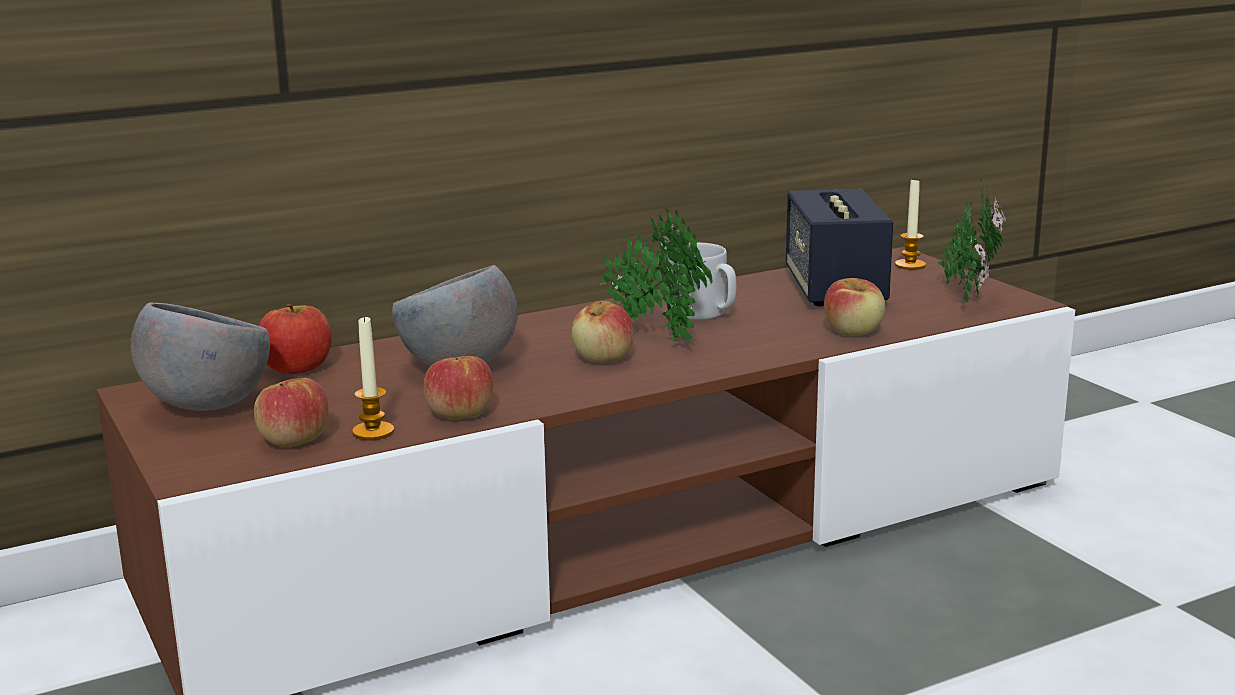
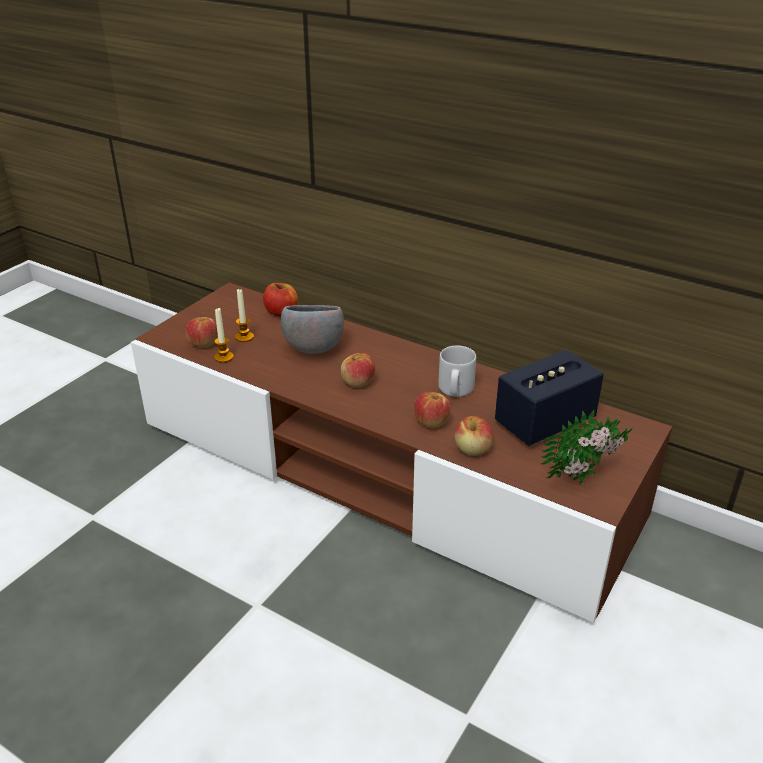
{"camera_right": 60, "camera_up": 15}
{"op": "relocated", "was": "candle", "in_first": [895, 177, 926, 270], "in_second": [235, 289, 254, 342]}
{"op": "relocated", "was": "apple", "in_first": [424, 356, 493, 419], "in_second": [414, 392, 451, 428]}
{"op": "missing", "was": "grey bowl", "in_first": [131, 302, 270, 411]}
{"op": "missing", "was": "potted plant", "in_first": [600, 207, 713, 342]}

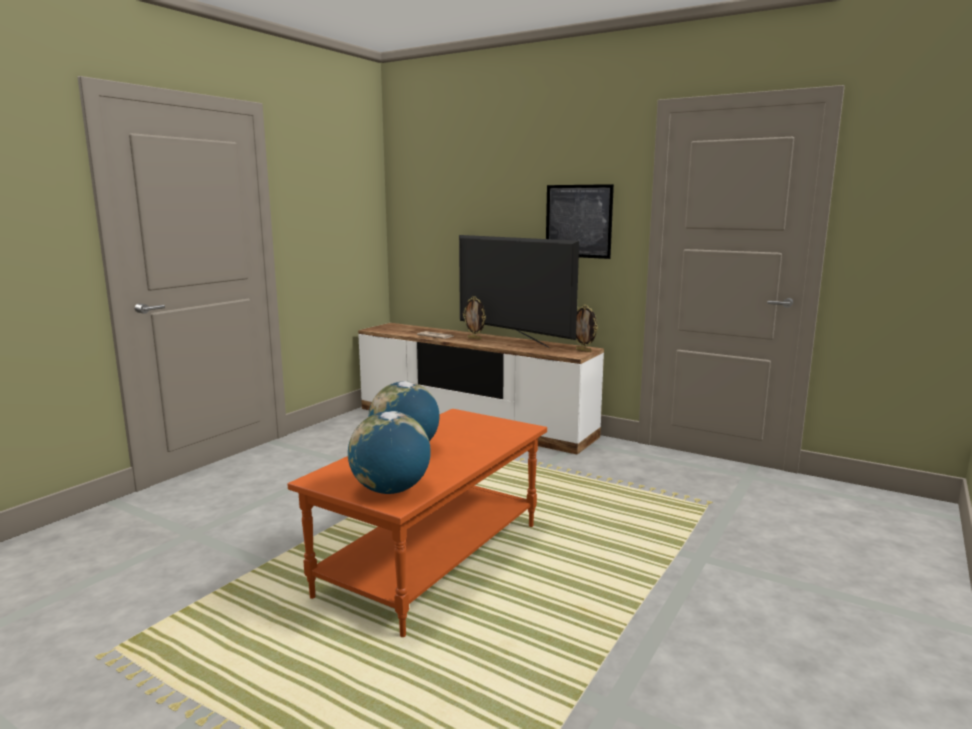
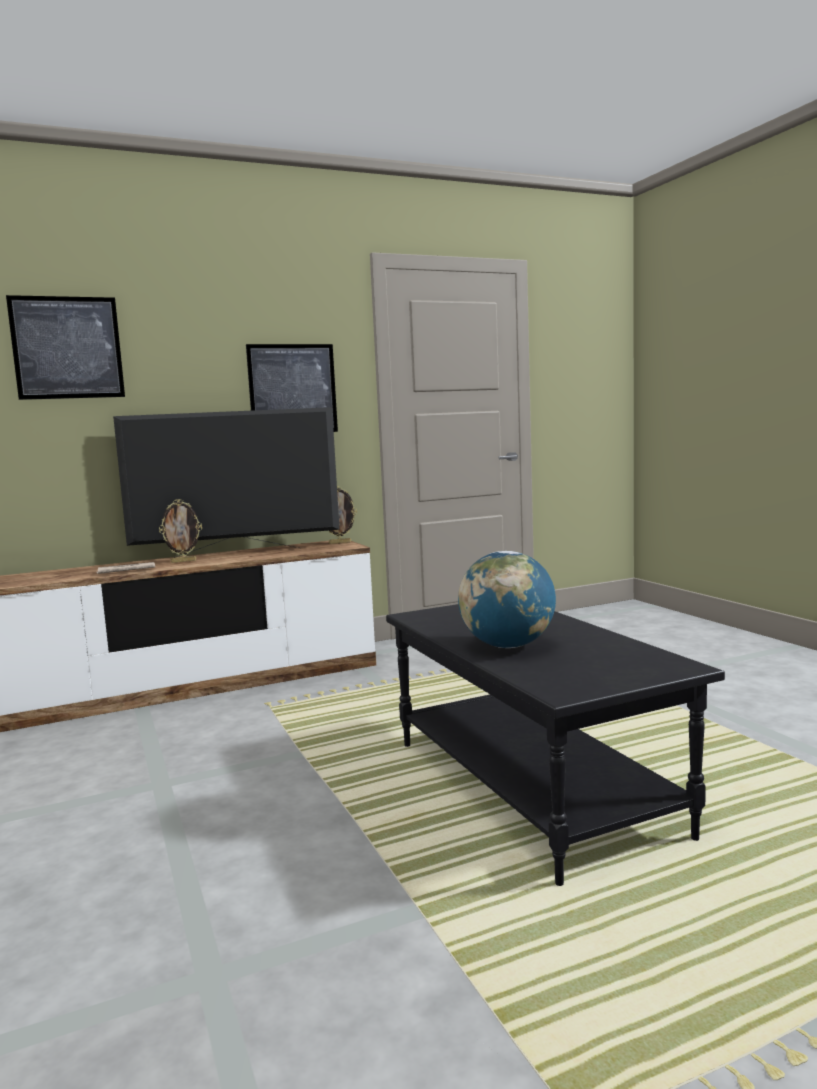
{"camera_right": -55, "camera_up": -5}
{"op": "appeared", "now": "picture", "in_second": [6, 295, 125, 400]}
{"op": "colour", "was": "orange coffee table", "now": "black coffee table", "in_first": [287, 409, 547, 637], "in_second": [386, 604, 725, 886]}
{"op": "missing", "was": "globe", "in_first": [348, 411, 431, 494]}

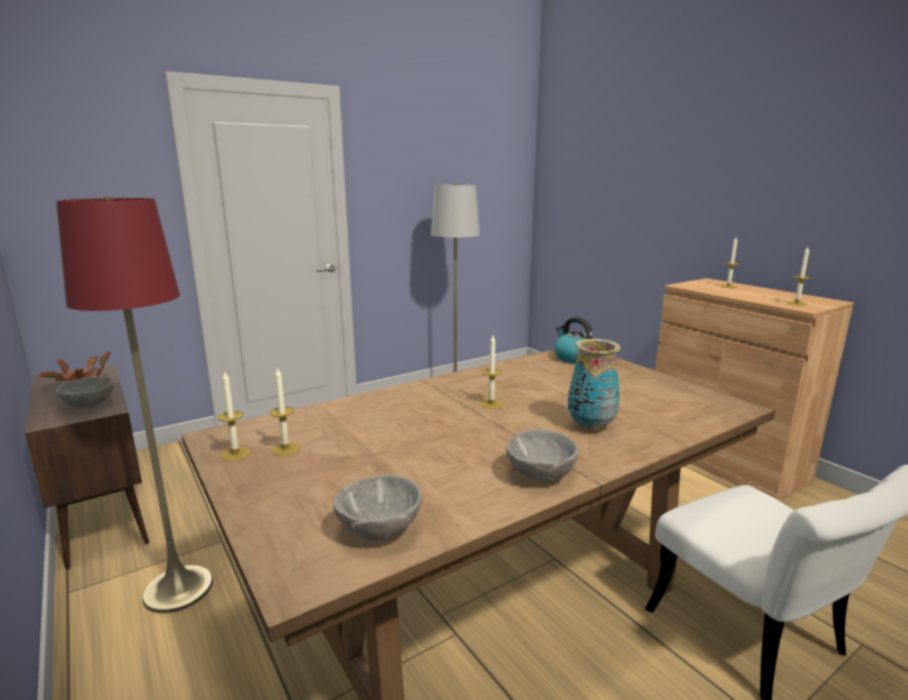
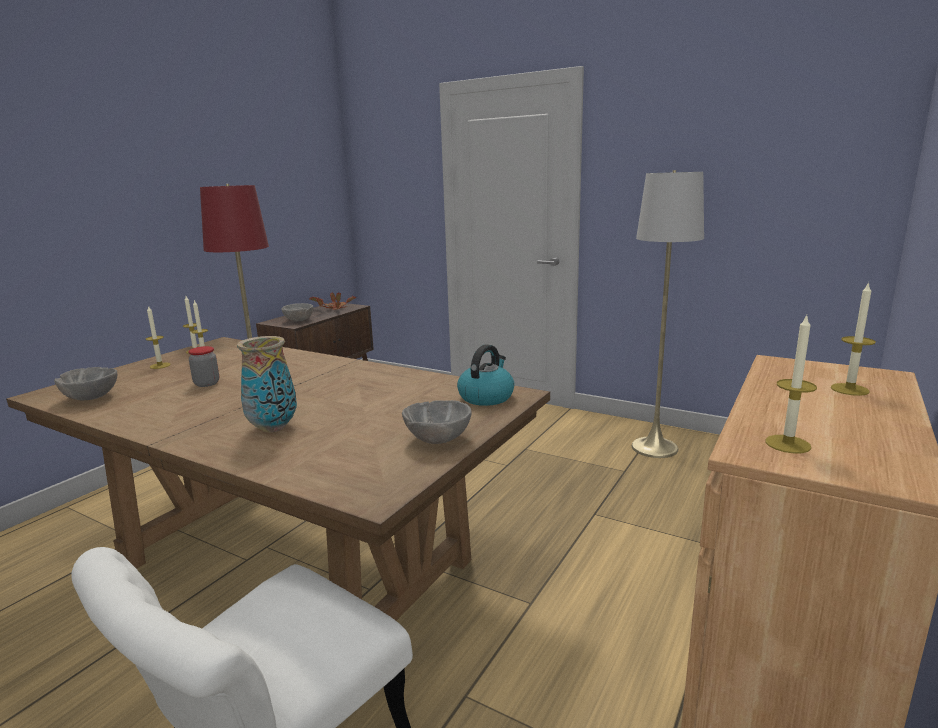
{"camera_right": 65, "camera_up": 0}
{"op": "relocated", "was": "candle", "in_first": [480, 335, 503, 409], "in_second": [146, 305, 171, 369]}
{"op": "appeared", "now": "jar", "in_second": [188, 346, 219, 387]}
{"op": "relocated", "was": "grey bowl", "in_first": [506, 429, 579, 481], "in_second": [402, 400, 472, 444]}

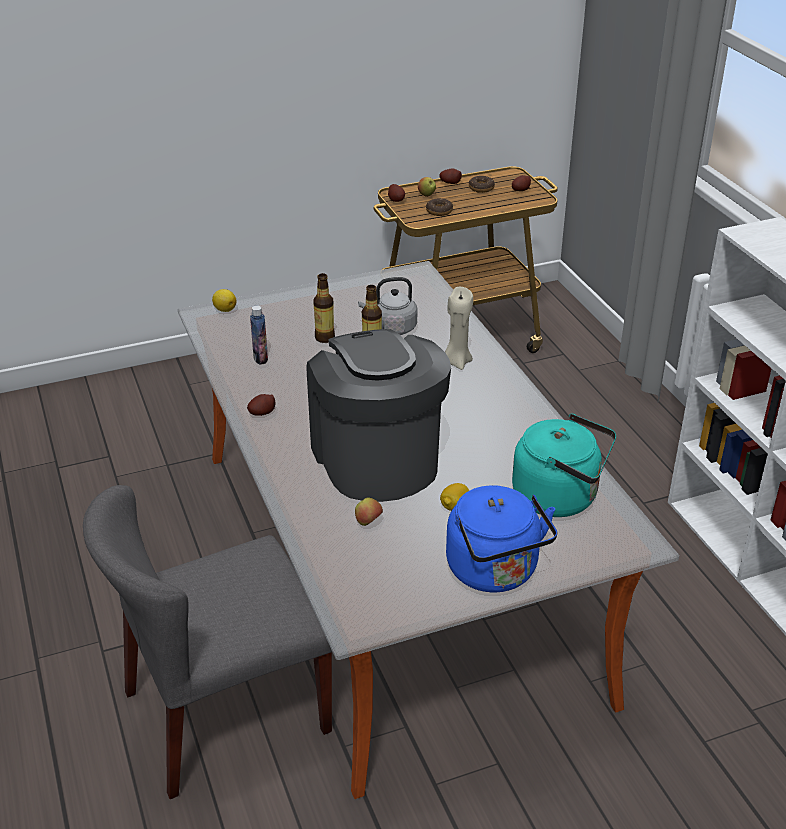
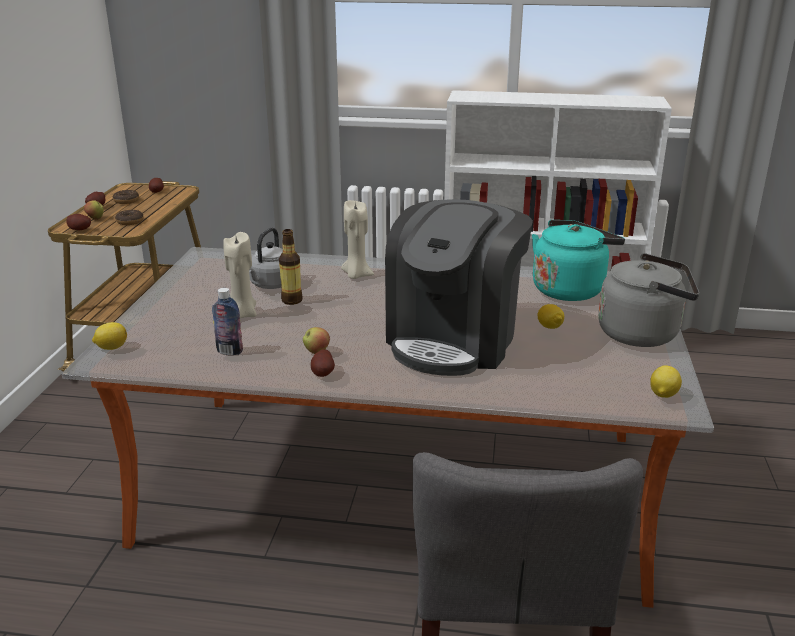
{"camera_right": -60, "camera_up": -10}
{"op": "exchanged", "was": "bottle", "now": "beige candle", "in_first": [313, 273, 335, 343], "in_second": [223, 232, 256, 318]}
{"op": "relocated", "was": "apple", "in_first": [355, 498, 383, 526], "in_second": [303, 327, 330, 354]}
{"op": "spun", "was": "coffee machine", "in_first": [307, 329, 451, 502], "in_second": [385, 199, 533, 376], "clockwise": -75}
{"op": "colour", "was": "blue kettle", "now": "grey kettle", "in_first": [446, 485, 557, 592], "in_second": [598, 253, 699, 347]}
{"op": "appeared", "now": "lemon", "in_second": [650, 365, 682, 398]}

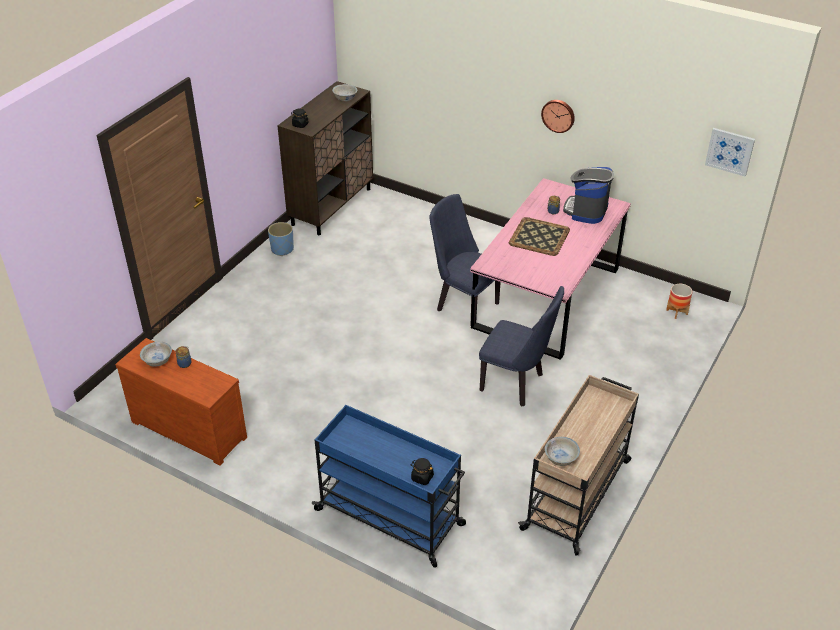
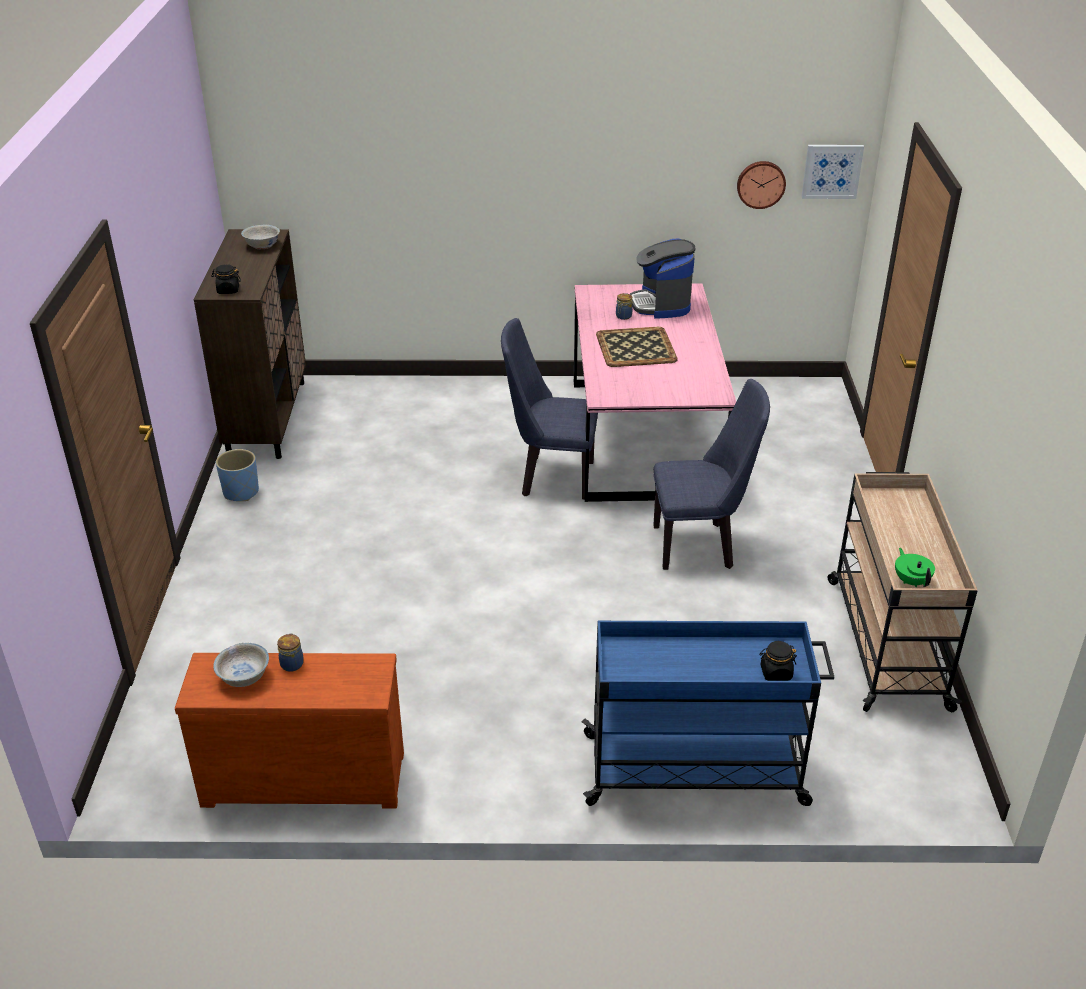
{"camera_right": -30, "camera_up": -5}
{"op": "relocated", "was": "wall clock", "in_first": [541, 100, 575, 133], "in_second": [737, 161, 786, 209]}
{"op": "exchanged", "was": "white bowl", "now": "green teapot", "in_first": [545, 437, 580, 466], "in_second": [895, 548, 935, 587]}
{"op": "missing", "was": "planter", "in_first": [666, 284, 692, 319]}

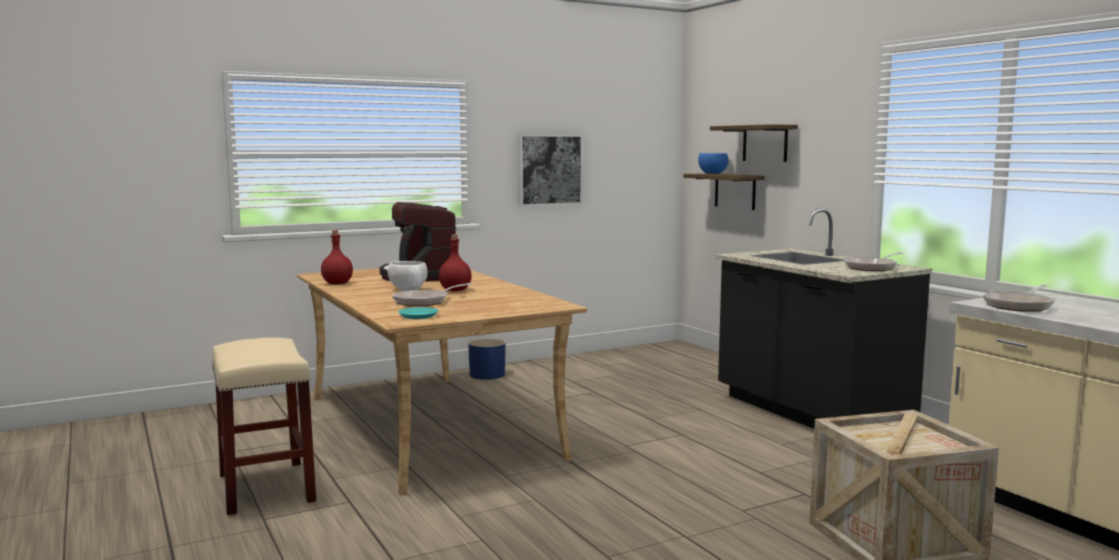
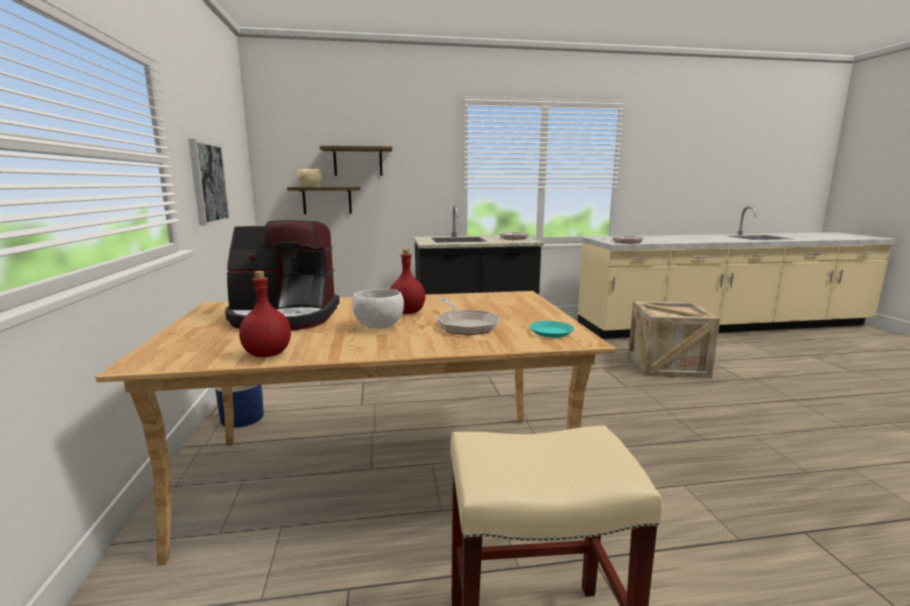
{"camera_right": -70, "camera_up": 5}
{"op": "colour", "was": "blue bowl", "now": "beige bowl", "in_first": [698, 153, 728, 174], "in_second": [297, 169, 322, 187]}

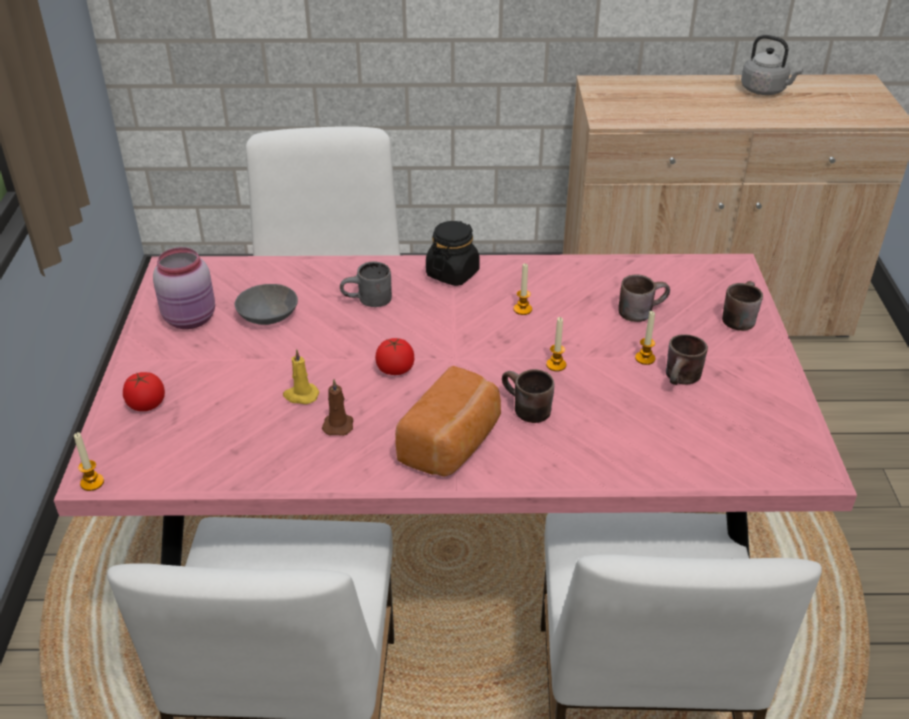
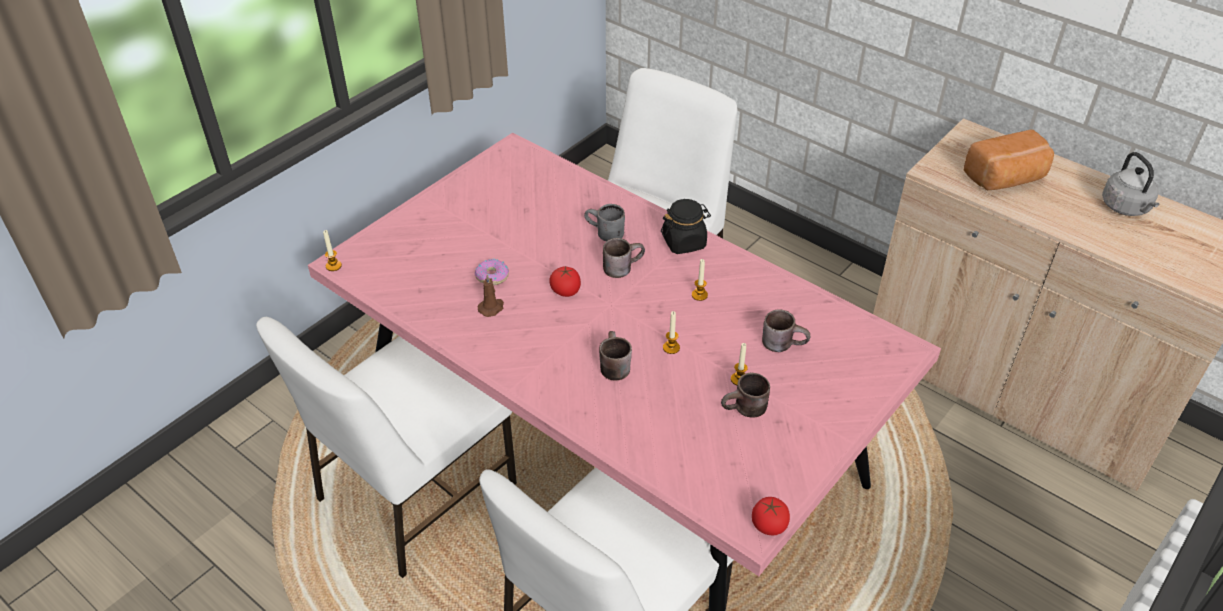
{"camera_right": 40, "camera_up": 5}
{"op": "exchanged", "was": "yellow candle", "now": "donut", "in_first": [283, 349, 319, 404], "in_second": [475, 259, 509, 285]}
{"op": "relocated", "was": "brown mug", "in_first": [722, 281, 763, 331], "in_second": [603, 238, 645, 278]}
{"op": "relocated", "was": "tomato", "in_first": [123, 372, 165, 411], "in_second": [752, 497, 790, 535]}
{"op": "relocated", "was": "bread", "in_first": [395, 366, 501, 477], "in_second": [964, 130, 1054, 190]}
{"op": "missing", "was": "pink jar", "in_first": [153, 247, 215, 329]}
{"op": "missing", "was": "grey bowl", "in_first": [235, 284, 298, 325]}

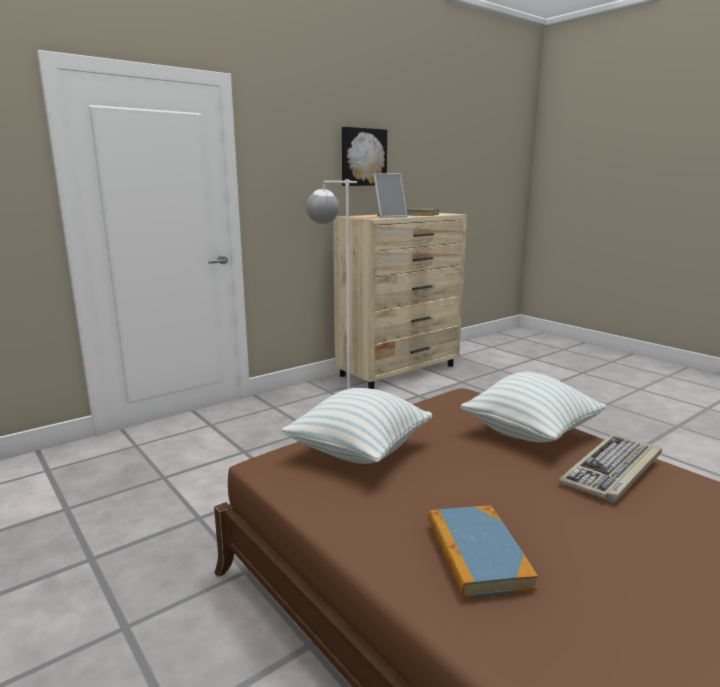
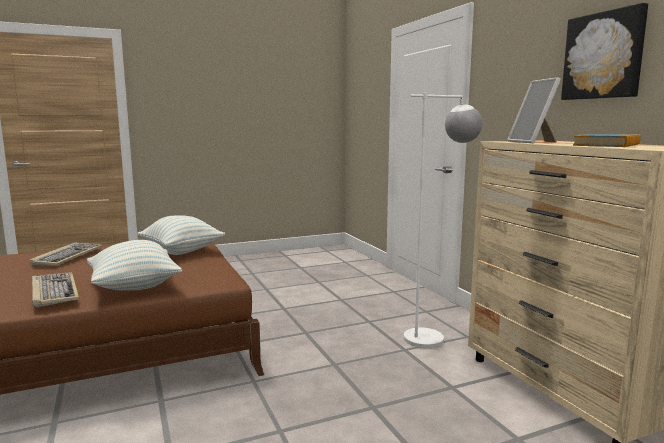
{"camera_right": 105, "camera_up": -5}
{"op": "exchanged", "was": "book", "now": "keyboard", "in_first": [429, 505, 538, 598], "in_second": [29, 243, 102, 265]}

